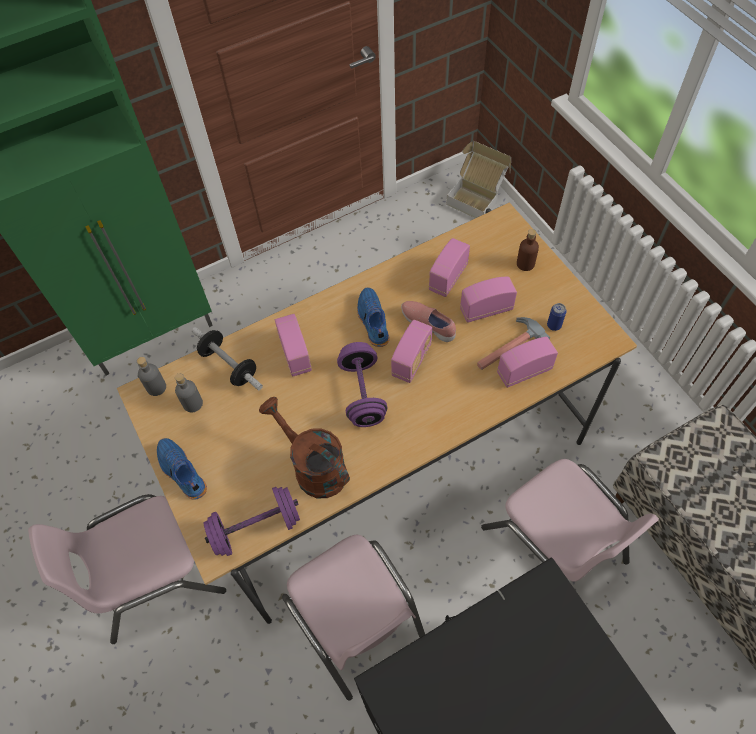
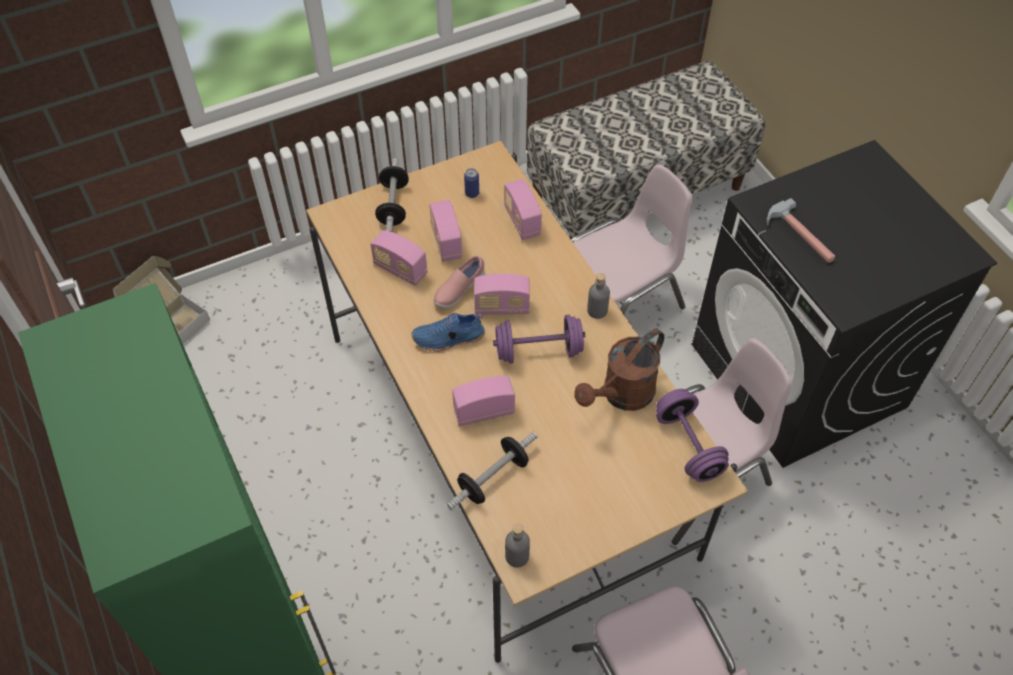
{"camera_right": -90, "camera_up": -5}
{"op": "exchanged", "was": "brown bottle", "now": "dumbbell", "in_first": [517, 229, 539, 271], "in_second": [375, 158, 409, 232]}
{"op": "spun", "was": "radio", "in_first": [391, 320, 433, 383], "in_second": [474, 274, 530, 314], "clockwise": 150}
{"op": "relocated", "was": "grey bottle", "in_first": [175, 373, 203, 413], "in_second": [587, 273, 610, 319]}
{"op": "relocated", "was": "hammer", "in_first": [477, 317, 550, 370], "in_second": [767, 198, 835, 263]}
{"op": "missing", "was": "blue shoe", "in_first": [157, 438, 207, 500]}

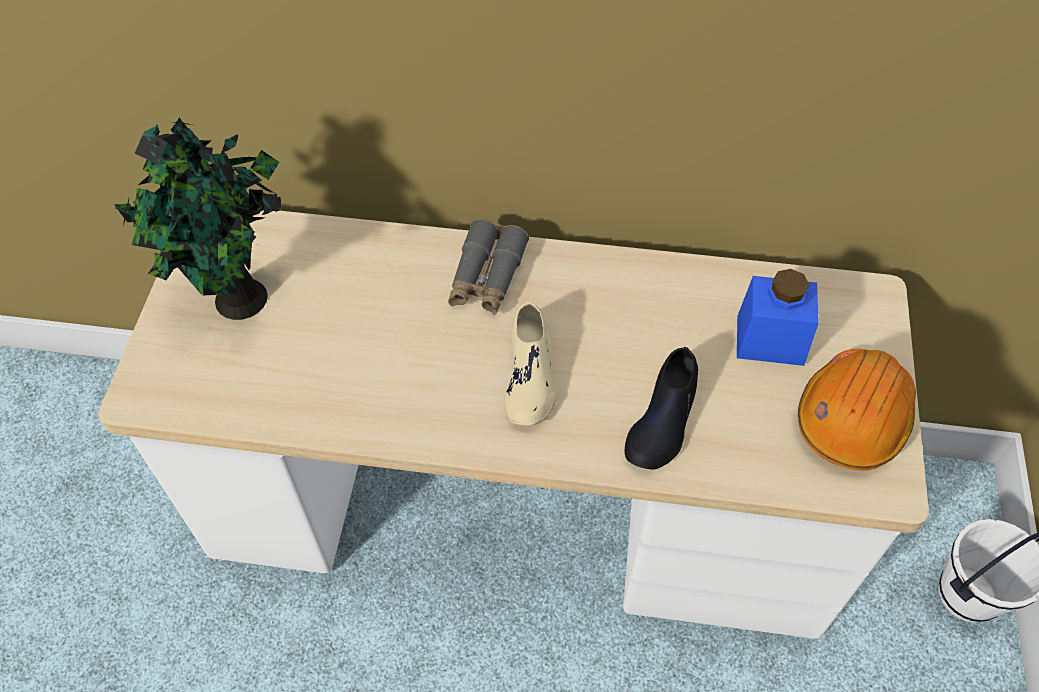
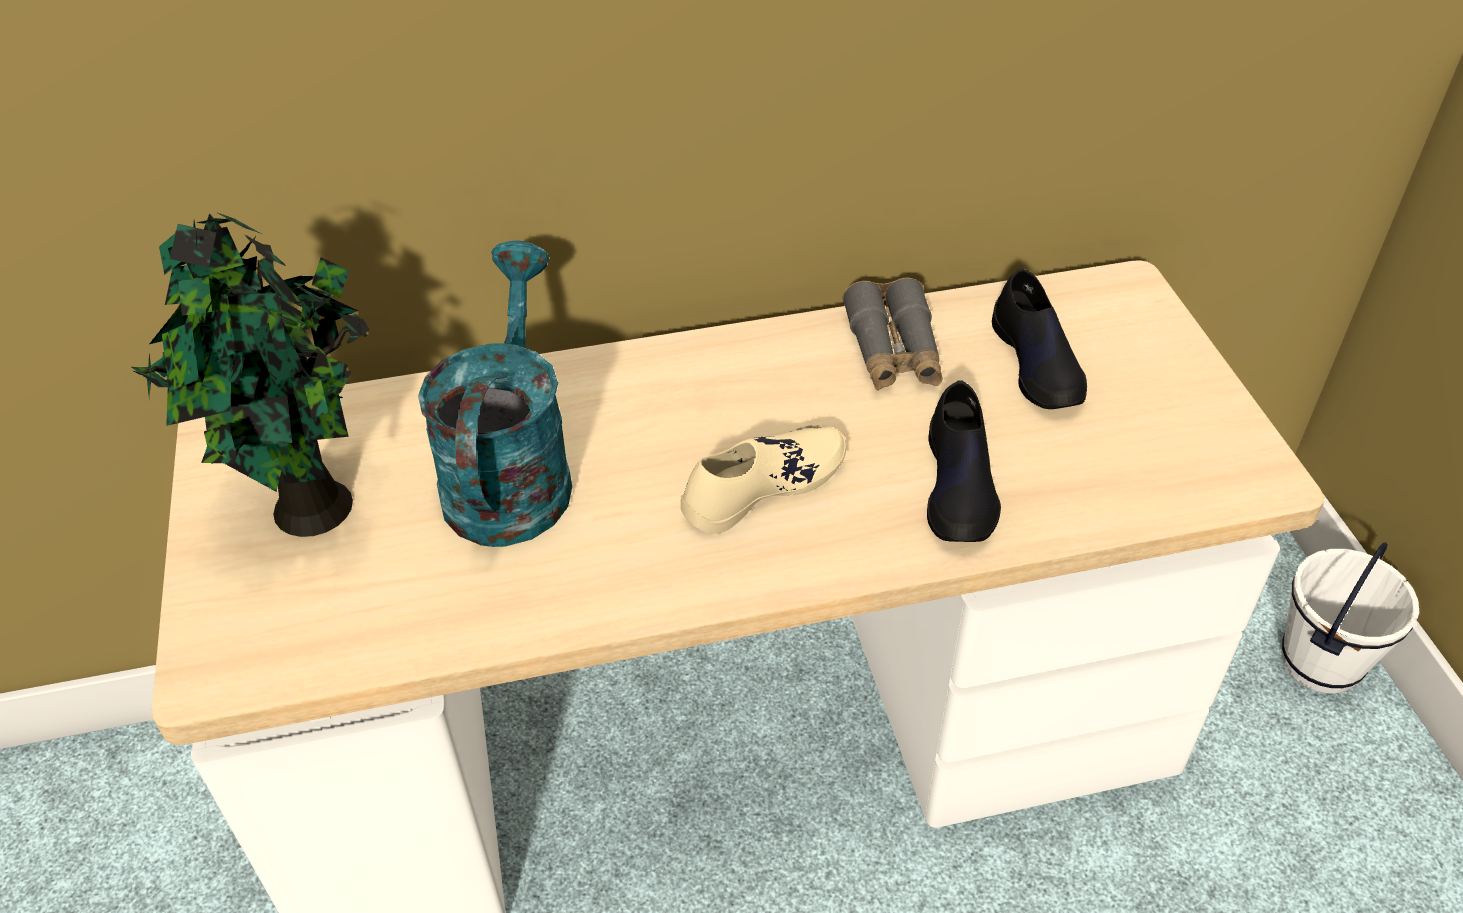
{"camera_right": -20, "camera_up": -10}
{"op": "appeared", "now": "turquoise watering can", "in_second": [418, 240, 572, 547]}
{"op": "spun", "was": "beige shoe", "in_first": [504, 302, 556, 425], "in_second": [681, 425, 846, 534], "clockwise": -105}
{"op": "relocated", "was": "grey binoculars", "in_first": [448, 219, 529, 315], "in_second": [842, 278, 943, 391]}
{"op": "exchanged", "was": "blue jar", "now": "black shoe", "in_first": [737, 269, 819, 366], "in_second": [992, 268, 1087, 409]}
{"op": "missing", "was": "orange hard hat", "in_first": [798, 349, 916, 470]}

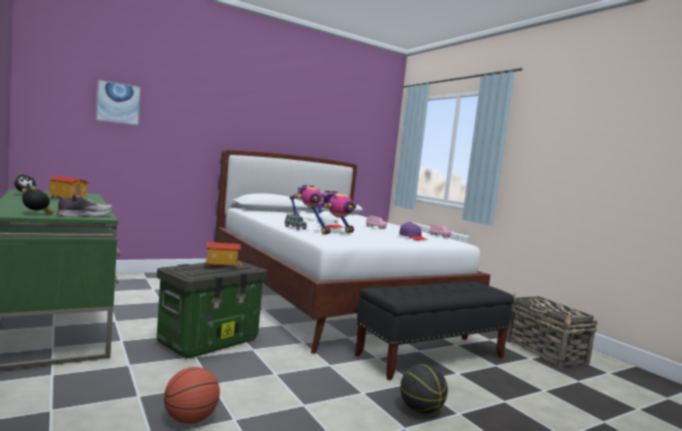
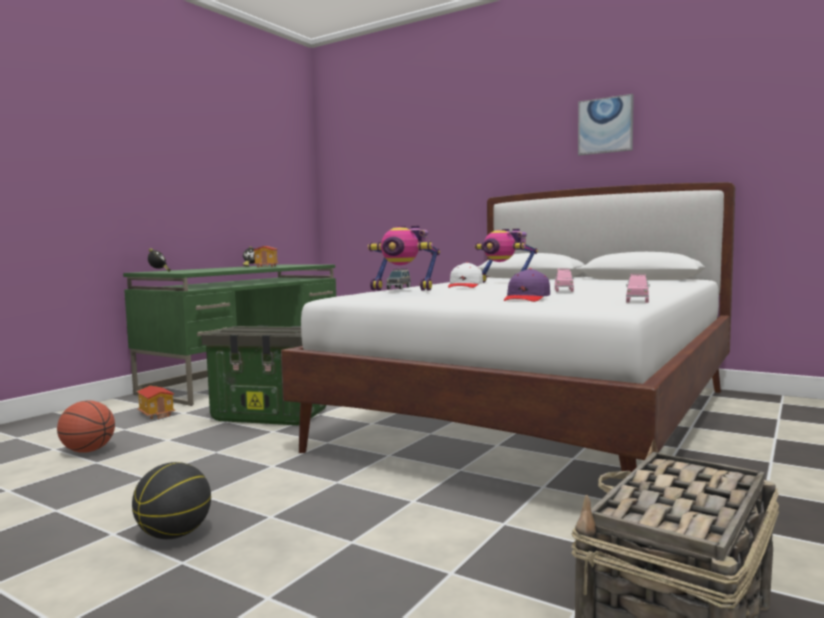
{"camera_right": 65, "camera_up": 0}
{"op": "relocated", "was": "toy house", "in_first": [206, 242, 242, 268], "in_second": [137, 386, 175, 419]}
{"op": "relocated", "was": "picture", "in_first": [95, 79, 141, 126], "in_second": [578, 94, 634, 156]}
{"op": "missing", "was": "shoe", "in_first": [56, 194, 113, 217]}
{"op": "missing", "was": "black bench", "in_first": [355, 282, 515, 380]}

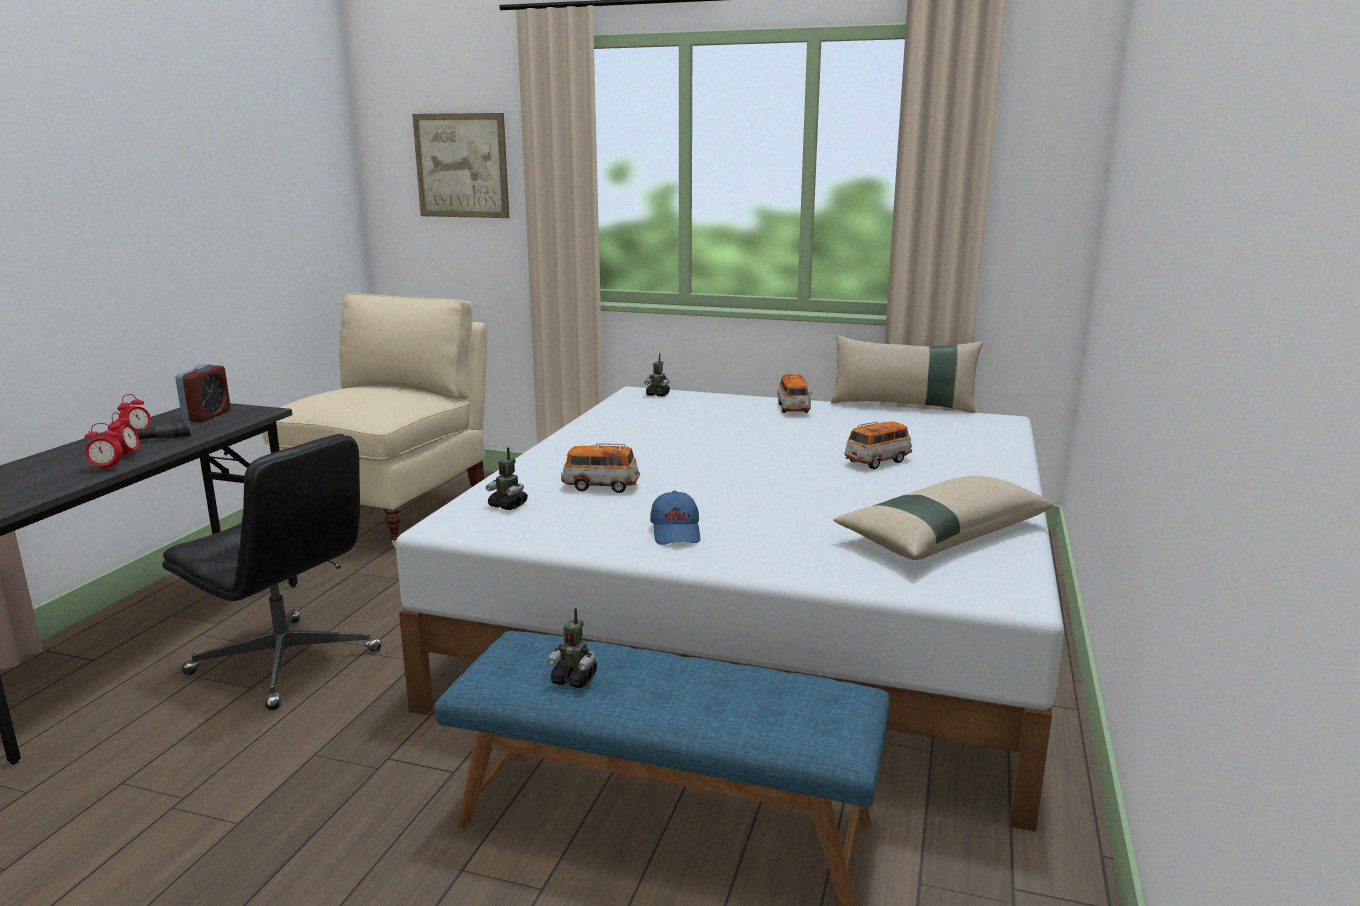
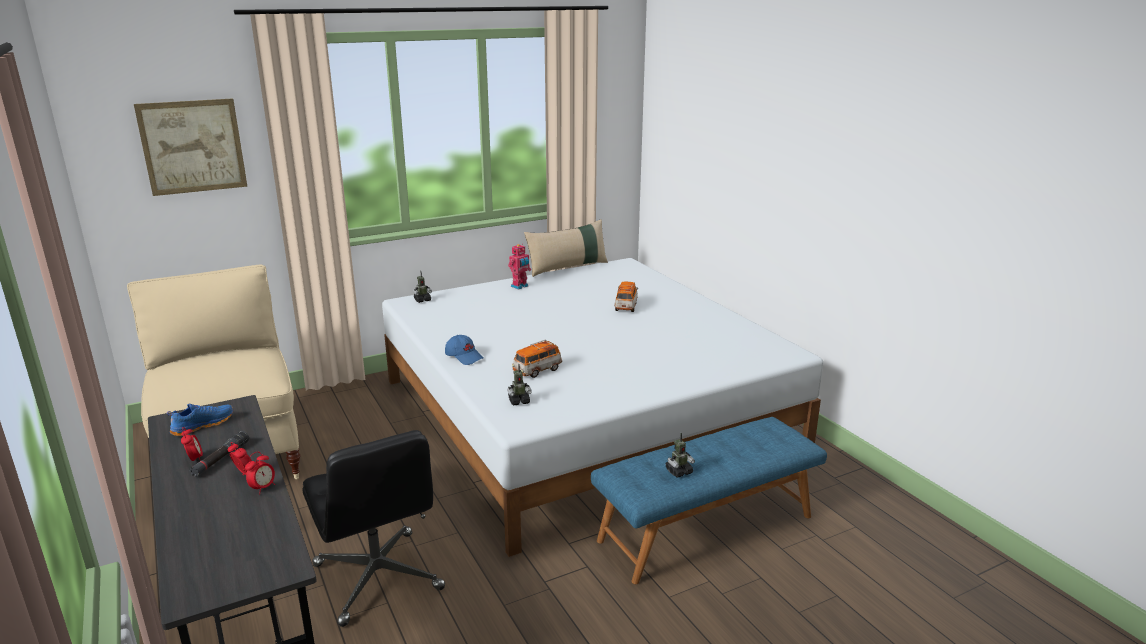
{"camera_right": -45, "camera_up": 5}
{"op": "exchanged", "was": "alarm clock", "now": "blue shoe", "in_first": [175, 364, 231, 422], "in_second": [167, 404, 233, 436]}
{"op": "spun", "was": "black office chair", "in_first": [162, 434, 382, 710], "in_second": [302, 430, 445, 627], "clockwise": 75}
{"op": "relocated", "was": "blue cap", "in_first": [650, 491, 700, 545], "in_second": [445, 335, 484, 365]}
{"op": "exchanged", "was": "toy car", "now": "toy robot", "in_first": [777, 373, 812, 413], "in_second": [508, 244, 531, 290]}
{"op": "missing", "was": "beige pillow", "in_first": [833, 476, 1053, 560]}

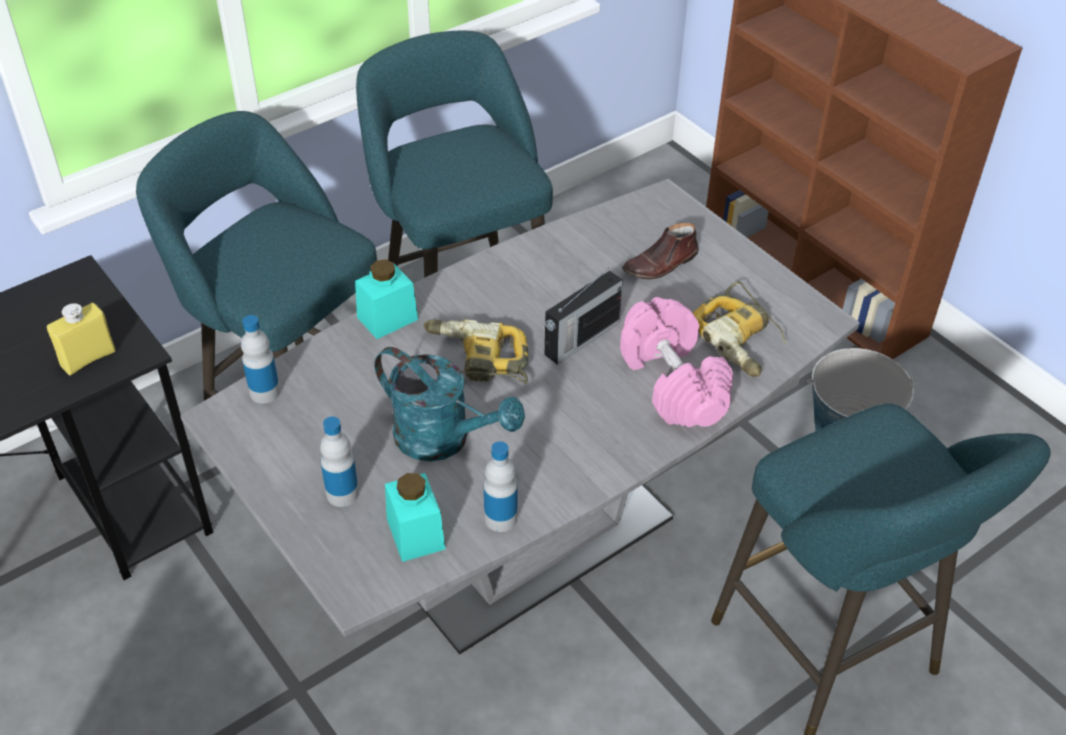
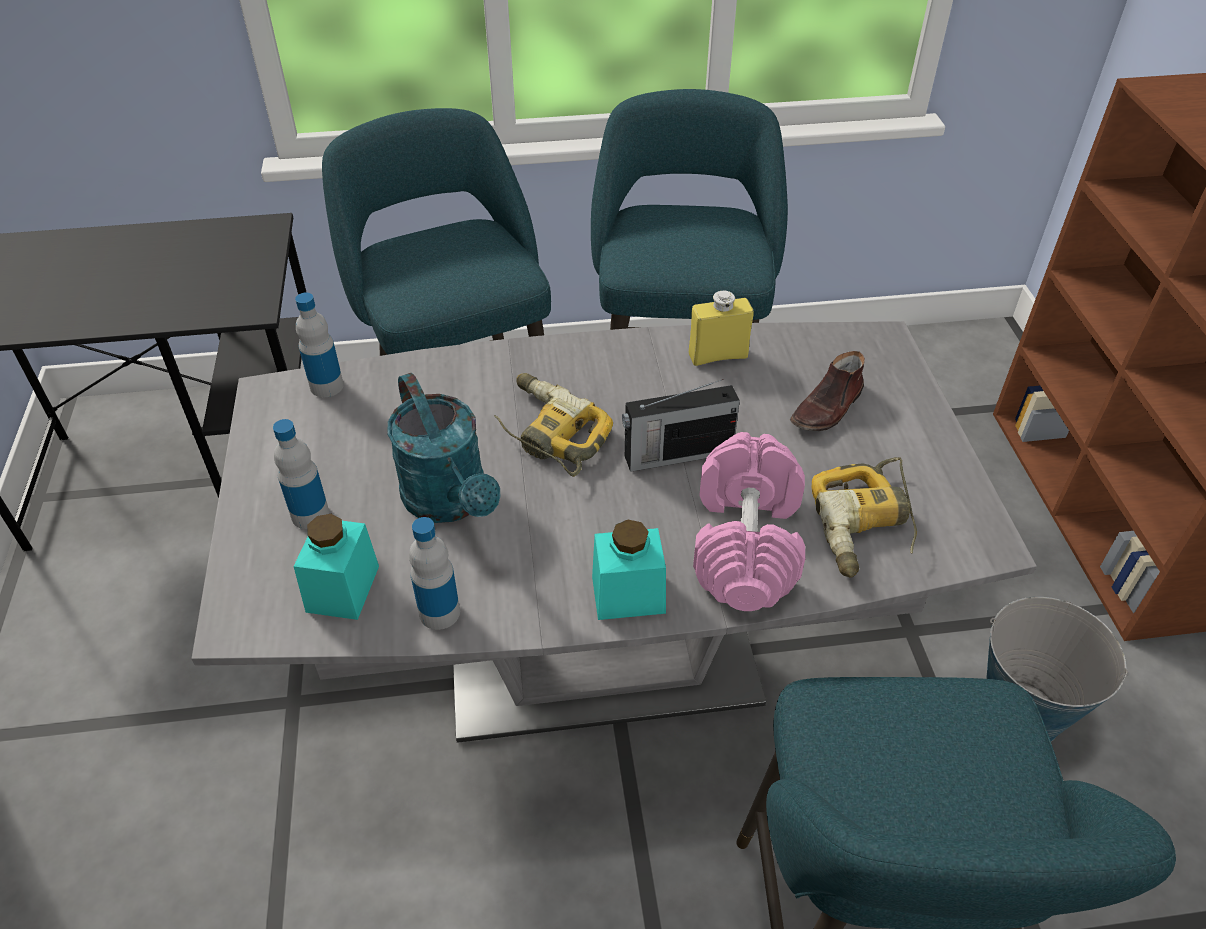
{"camera_right": 30, "camera_up": 0}
{"op": "relocated", "was": "turquoise jar", "in_first": [355, 259, 418, 339], "in_second": [592, 520, 666, 620]}
{"op": "relocated", "was": "yellow bottle", "in_first": [47, 303, 115, 375], "in_second": [689, 290, 754, 366]}
{"op": "spun", "was": "brown shoe", "in_first": [622, 223, 698, 280], "in_second": [790, 351, 865, 431], "clockwise": -45}

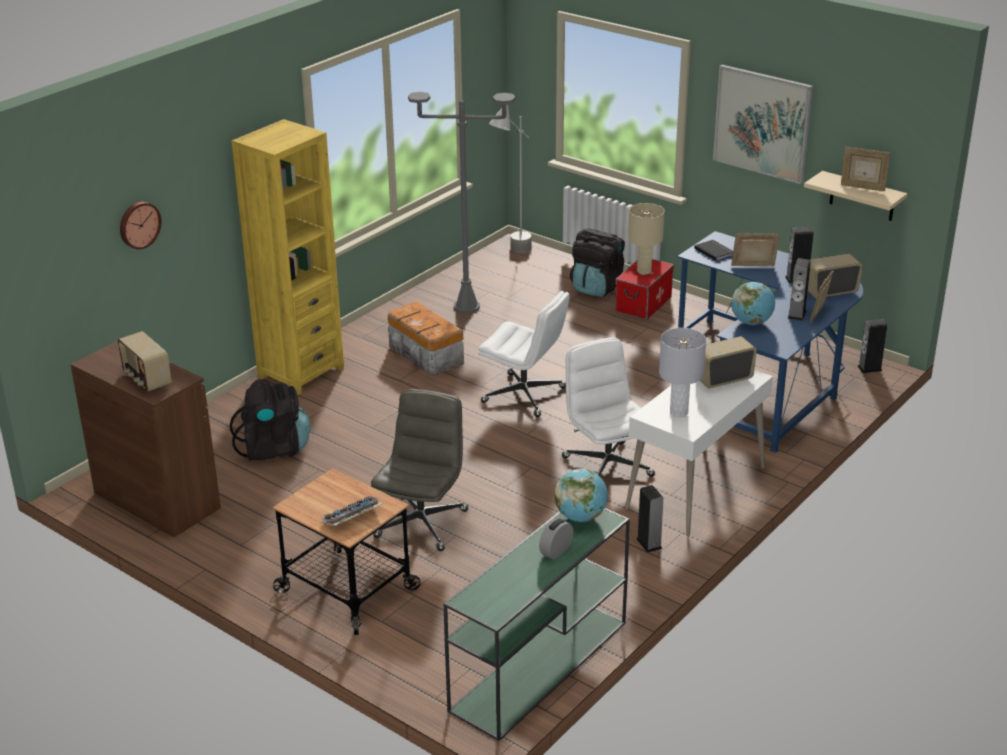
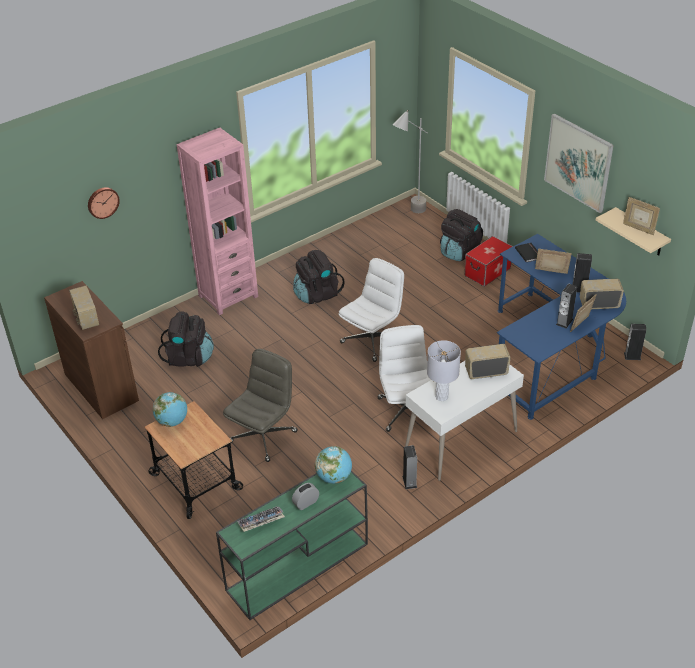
{"camera_right": 15, "camera_up": 10}
{"op": "relocated", "was": "globe", "in_first": [731, 282, 775, 325], "in_second": [153, 392, 187, 427]}
{"op": "colour", "was": "yellow bookcase", "now": "pink bookcase", "in_first": [232, 119, 344, 395], "in_second": [177, 128, 258, 315]}
{"op": "relocated", "was": "keyboard", "in_first": [320, 496, 384, 526], "in_second": [237, 507, 285, 532]}
{"op": "exchanged", "was": "storage box", "now": "black backpack", "in_first": [388, 301, 464, 375], "in_second": [293, 250, 345, 304]}
{"op": "spun", "was": "white office chair", "in_first": [478, 291, 570, 417], "in_second": [338, 258, 404, 362], "clockwise": -90}
{"op": "missing", "was": "grey floor lamp", "in_first": [408, 92, 515, 314]}
{"op": "missing", "was": "beige table lamp", "in_first": [628, 203, 665, 274]}

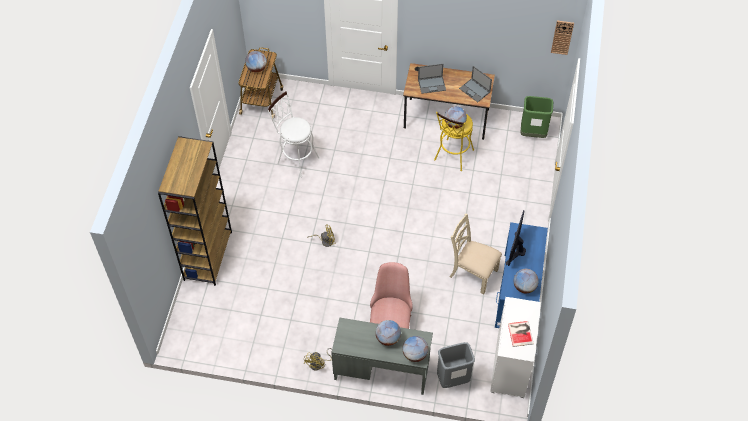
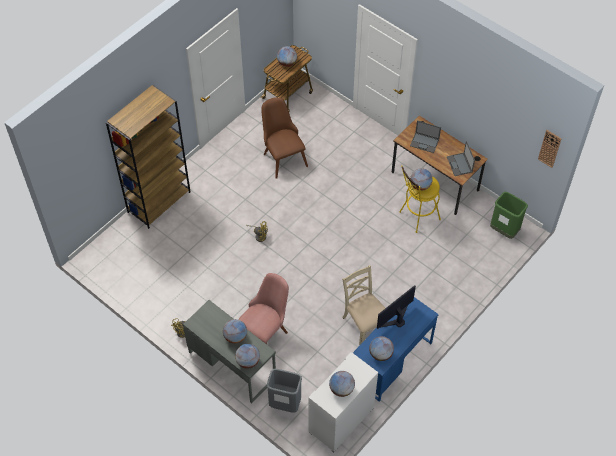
{"camera_right": 30, "camera_up": 0}
{"op": "exchanged", "was": "white stool", "now": "brown chair", "in_first": [267, 91, 320, 178], "in_second": [261, 97, 308, 179]}
{"op": "exchanged", "was": "book", "now": "globe", "in_first": [508, 321, 534, 347], "in_second": [329, 371, 355, 397]}

